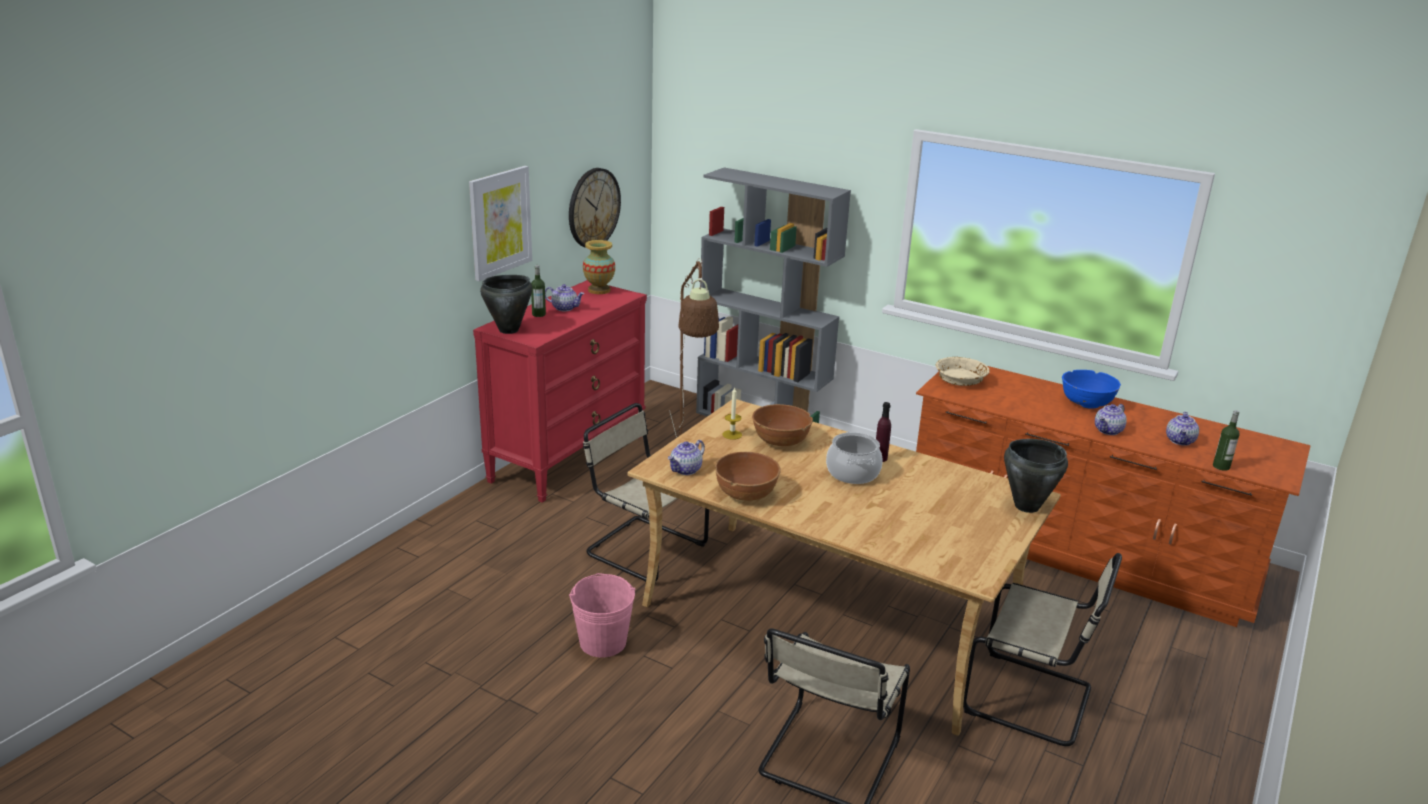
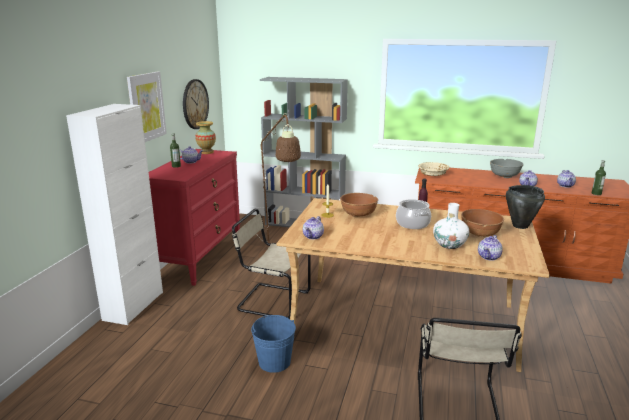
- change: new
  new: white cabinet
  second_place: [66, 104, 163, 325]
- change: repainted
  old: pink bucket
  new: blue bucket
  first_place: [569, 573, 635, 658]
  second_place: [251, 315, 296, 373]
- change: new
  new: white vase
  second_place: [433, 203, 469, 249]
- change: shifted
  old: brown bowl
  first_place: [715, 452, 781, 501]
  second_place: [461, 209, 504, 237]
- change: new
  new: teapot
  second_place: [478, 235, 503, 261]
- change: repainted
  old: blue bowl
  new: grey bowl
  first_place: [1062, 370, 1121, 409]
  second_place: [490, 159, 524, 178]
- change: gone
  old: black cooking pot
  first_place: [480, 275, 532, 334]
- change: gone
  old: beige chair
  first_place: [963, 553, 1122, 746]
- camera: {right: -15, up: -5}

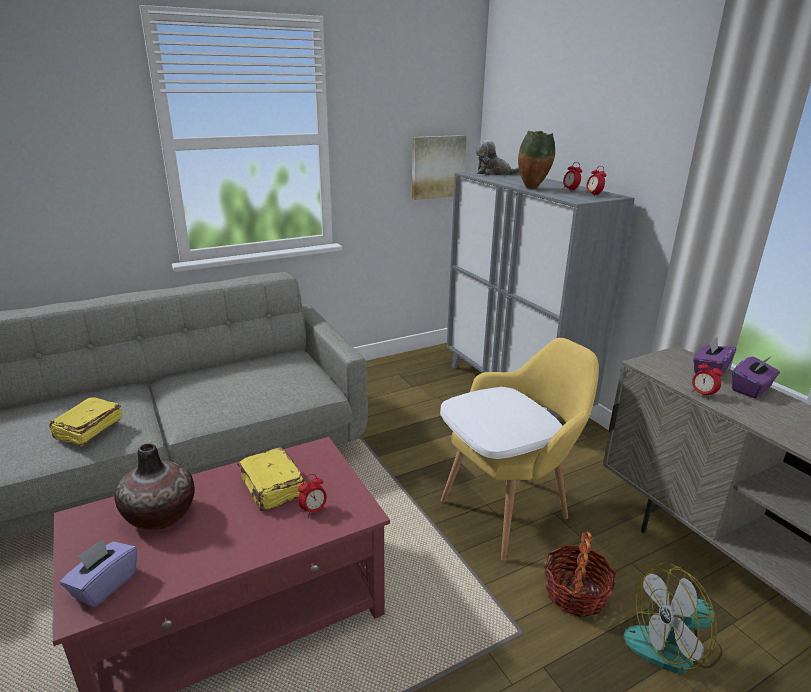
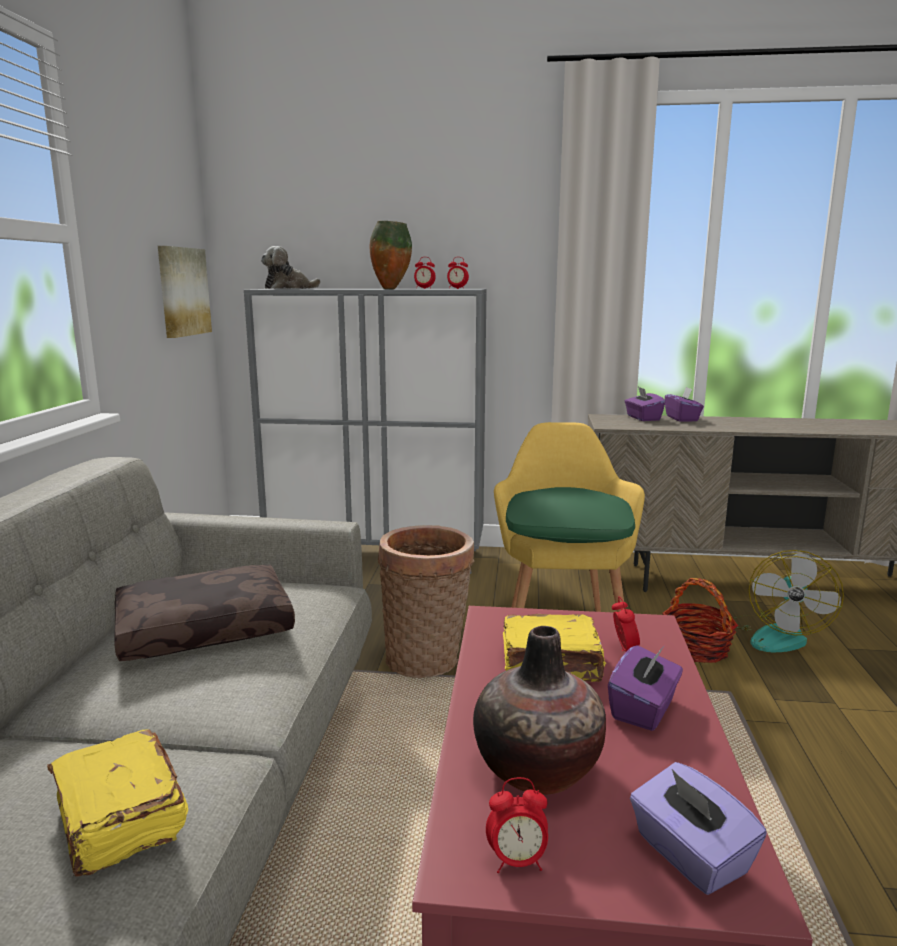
- change: new
  new: brown pillow
  second_place: [114, 565, 295, 661]
- change: new
  new: basket
  second_place: [378, 525, 474, 678]
- change: shifted
  old: alarm clock
  first_place: [691, 360, 723, 400]
  second_place: [486, 777, 548, 873]
- change: repainted
  old: white pillow
  new: green pillow
  first_place: [440, 387, 562, 459]
  second_place: [506, 487, 635, 543]
- change: new
  new: purple tissue box
  second_place: [608, 645, 683, 731]
- camera: {right: -55, up: -10}

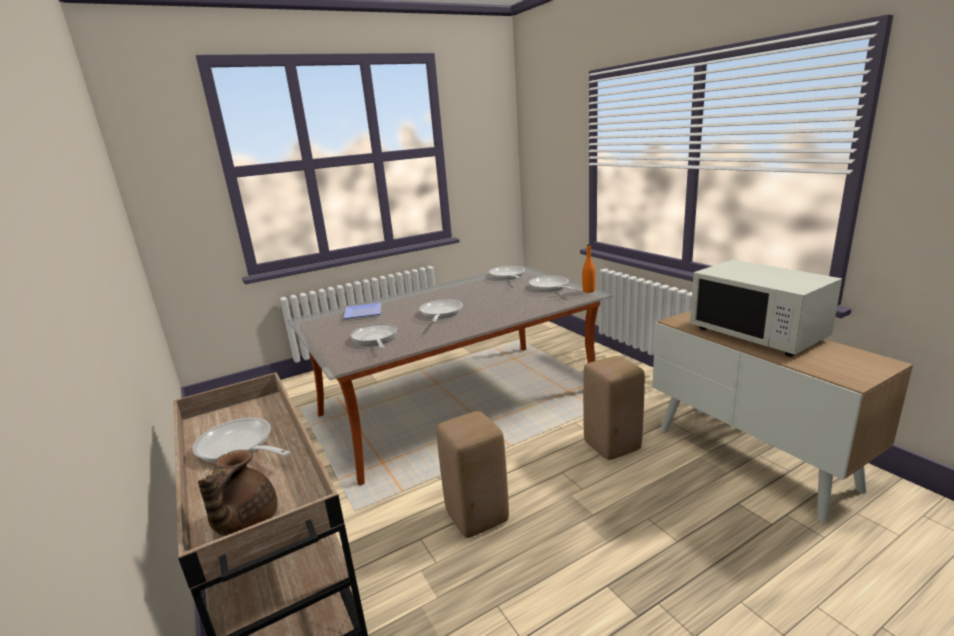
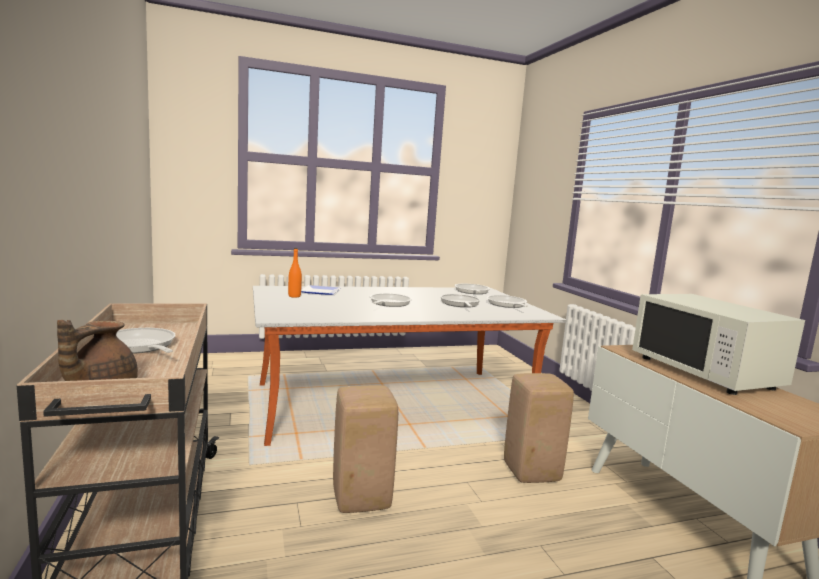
- change: shifted
  old: orange bottle
  first_place: [582, 244, 595, 293]
  second_place: [288, 248, 302, 298]
- change: shifted
  old: frying pan
  first_place: [351, 323, 397, 349]
  second_place: [441, 294, 480, 307]
- camera: {right: 10, up: -10}

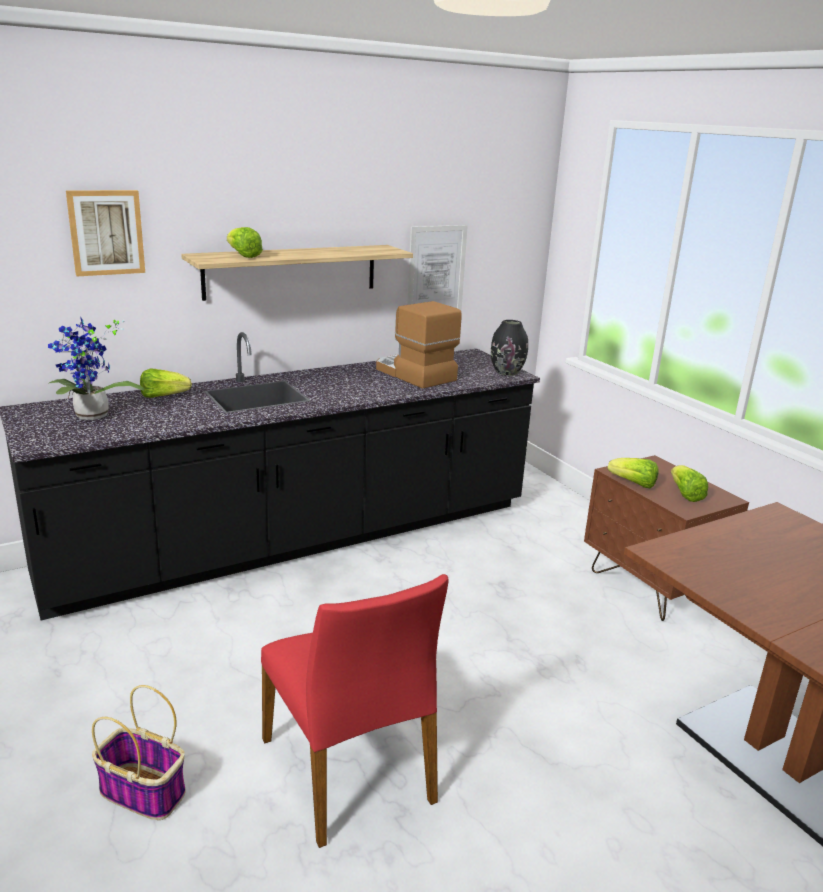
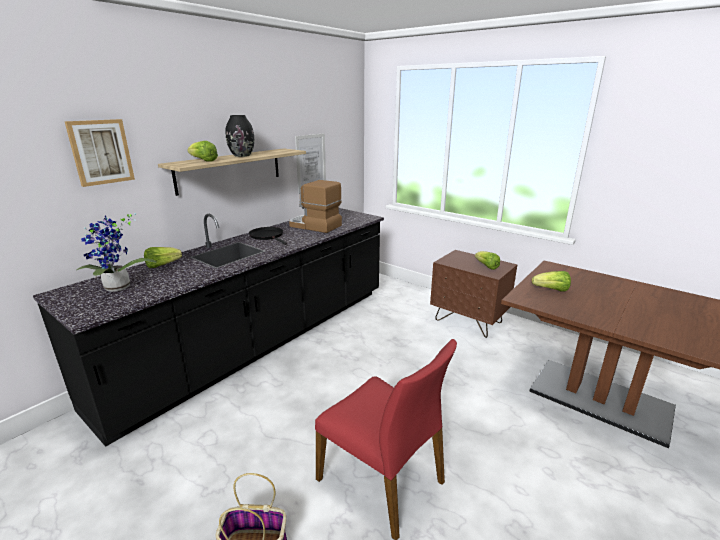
- change: shifted
  old: black vase
  first_place: [491, 320, 528, 376]
  second_place: [226, 115, 254, 157]
- change: new
  new: black frying pan
  second_place: [249, 227, 287, 245]
- change: shifted
  old: lettuce
  first_place: [608, 458, 659, 488]
  second_place: [532, 271, 571, 291]
- camera: {right: -20, up: 0}

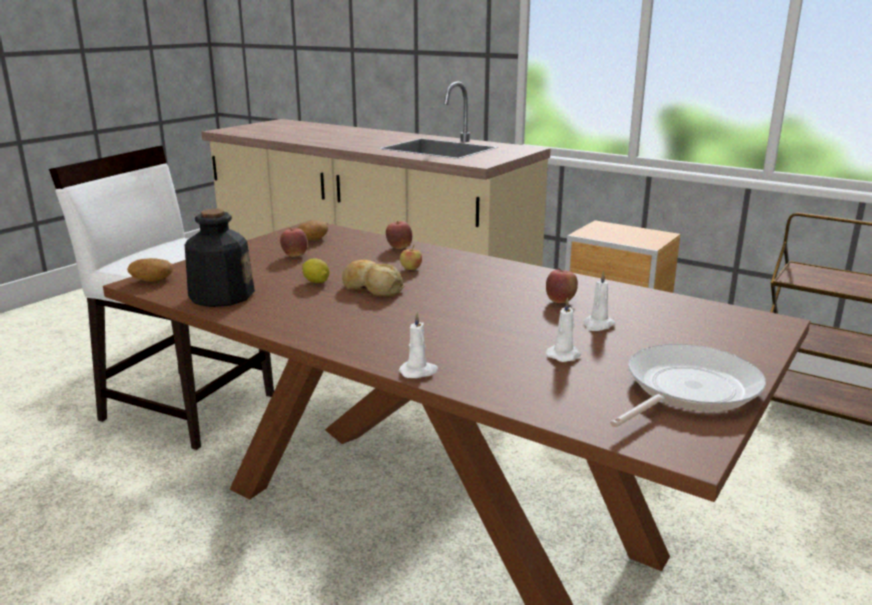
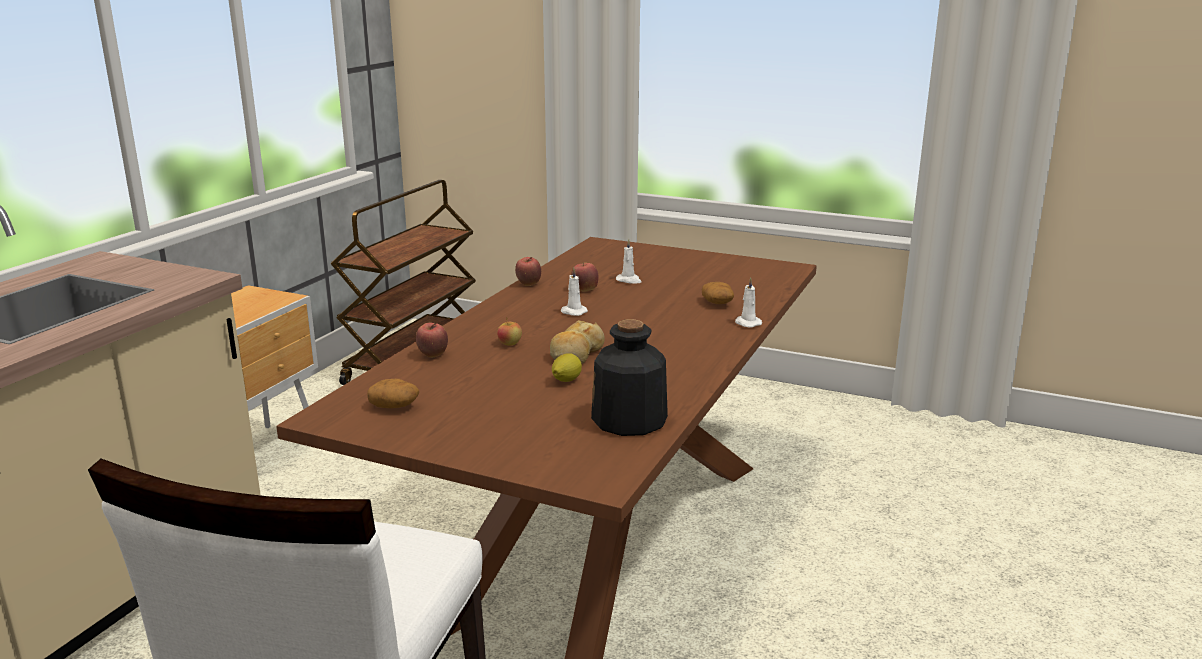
- change: shifted
  old: apple
  first_place: [280, 228, 308, 257]
  second_place: [515, 257, 541, 286]
- change: shifted
  old: white candle
  first_place: [546, 297, 581, 362]
  second_place: [561, 267, 588, 316]
- change: shifted
  old: potato
  first_place: [127, 258, 174, 282]
  second_place: [702, 282, 734, 304]
- change: gone
  old: frying pan
  first_place: [610, 344, 766, 427]
- camera: {right: -100, up: 0}

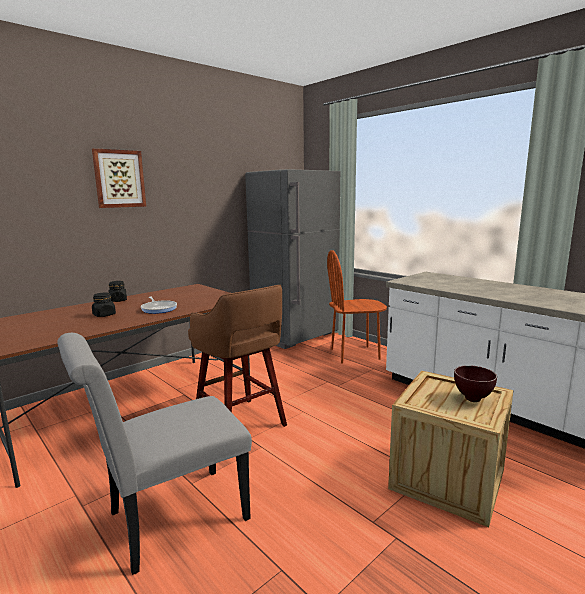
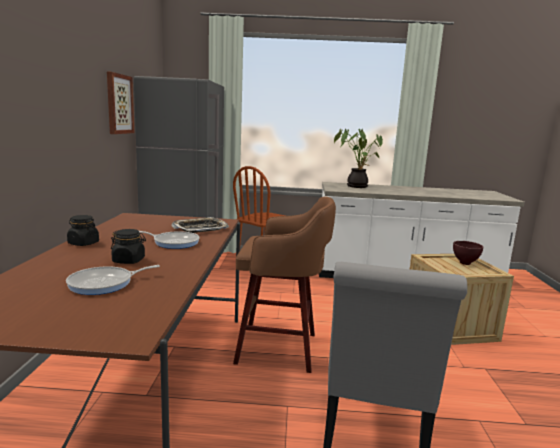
- change: new
  new: frying pan
  second_place: [66, 265, 160, 295]
- change: shifted
  old: picture
  first_place: [92, 148, 146, 208]
  second_place: [107, 72, 134, 134]
- change: new
  new: tray
  second_place: [171, 217, 229, 233]
- change: new
  new: potted plant
  second_place: [334, 129, 383, 188]
- camera: {right: -45, up: 0}

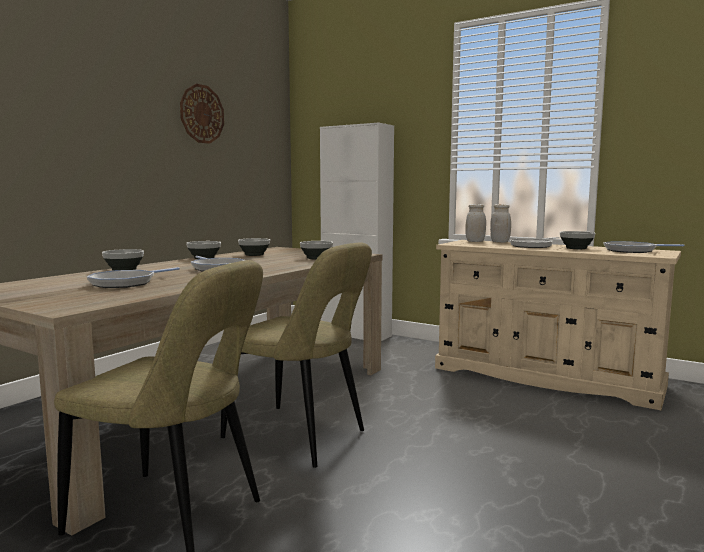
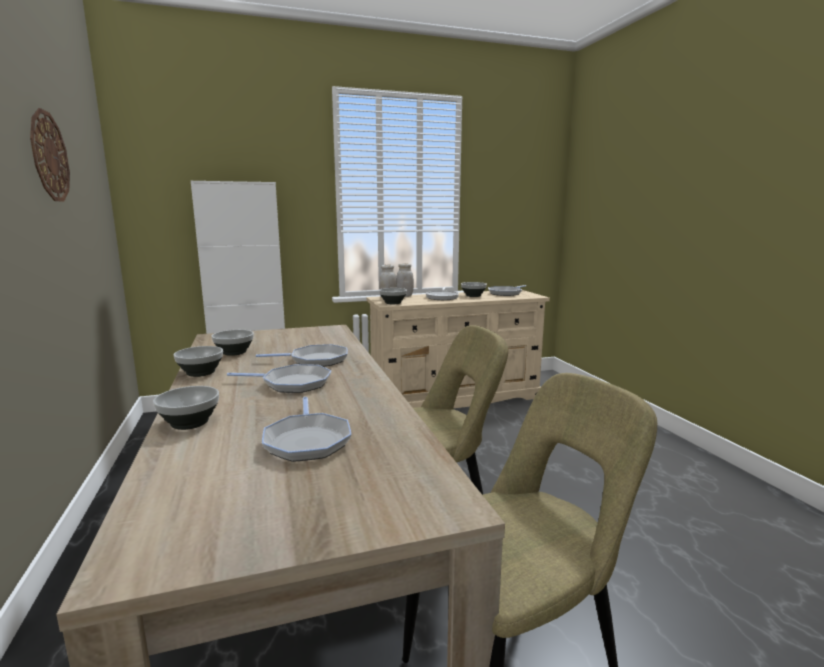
- change: new
  new: frying pan
  second_place: [256, 344, 348, 367]
- change: shifted
  old: bowl
  first_place: [300, 241, 333, 259]
  second_place: [379, 288, 407, 304]
- camera: {right: -50, up: 5}

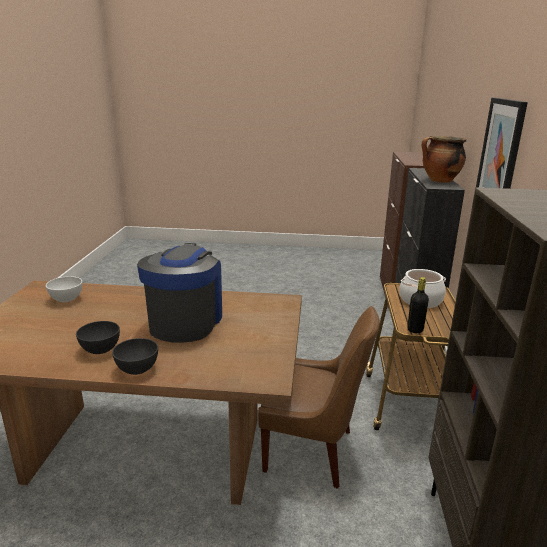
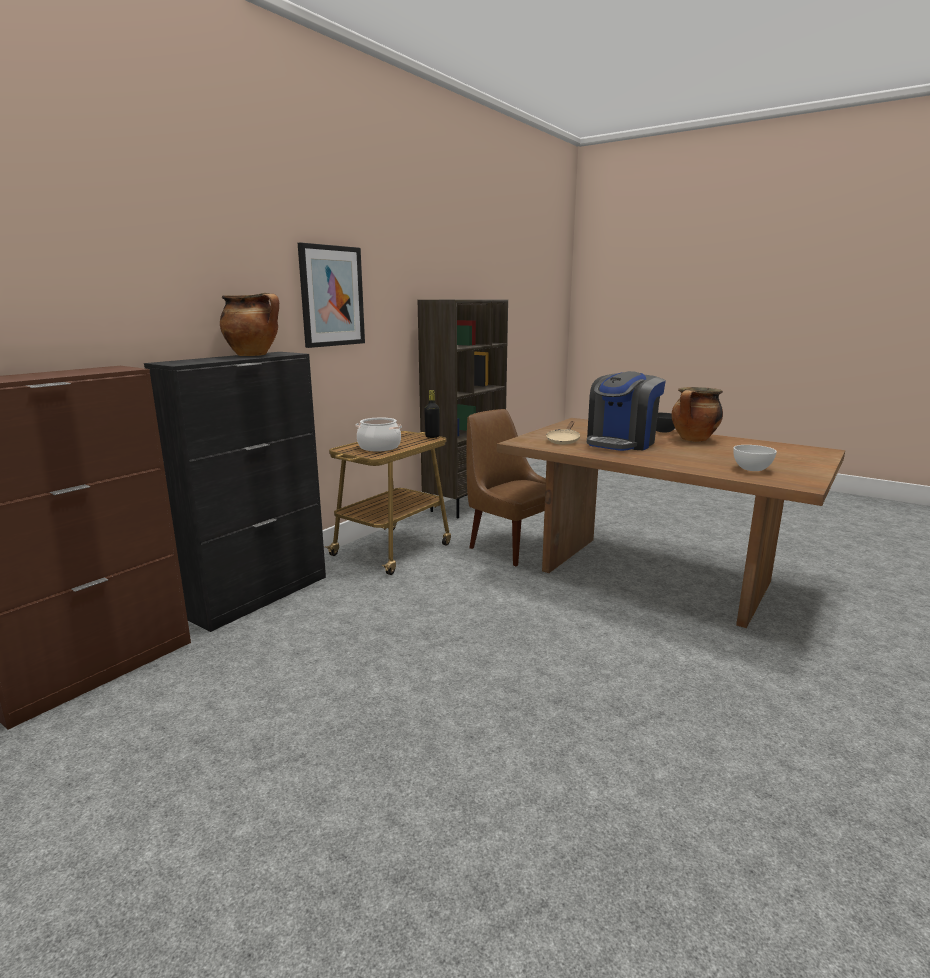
- change: new
  new: beige frying pan
  second_place: [546, 421, 580, 445]
- change: swapped
  old: grey bowl
  new: cooking pot
  first_place: [76, 321, 120, 354]
  second_place: [671, 387, 723, 442]
- camera: {right: -150, up: -5}

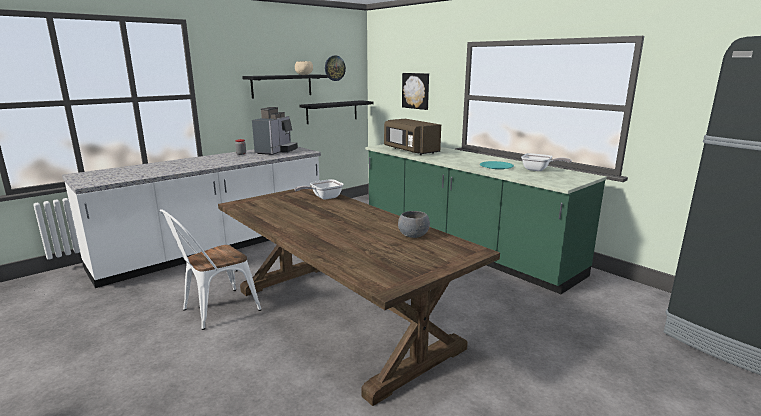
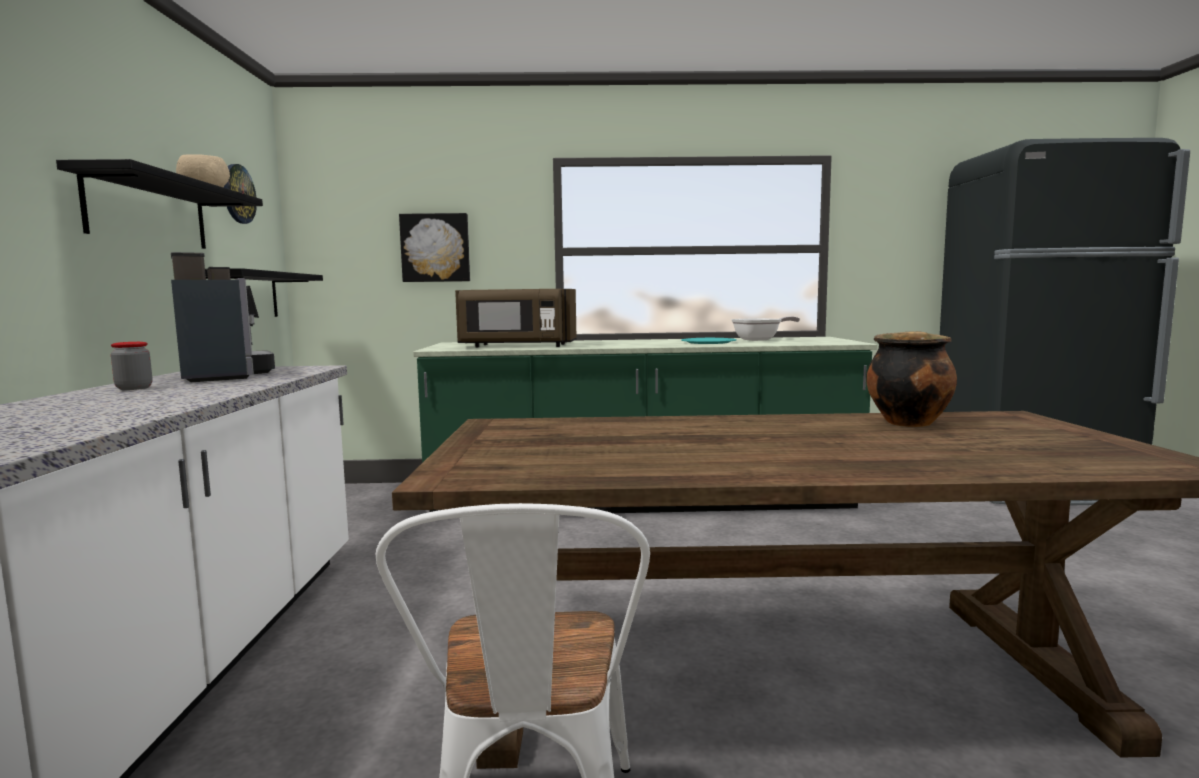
- change: swapped
  old: grey bowl
  new: cooking pot
  first_place: [398, 211, 430, 238]
  second_place: [867, 331, 957, 427]
- change: gone
  old: frying pan
  first_place: [294, 179, 344, 200]
- camera: {right: -50, up: -10}

